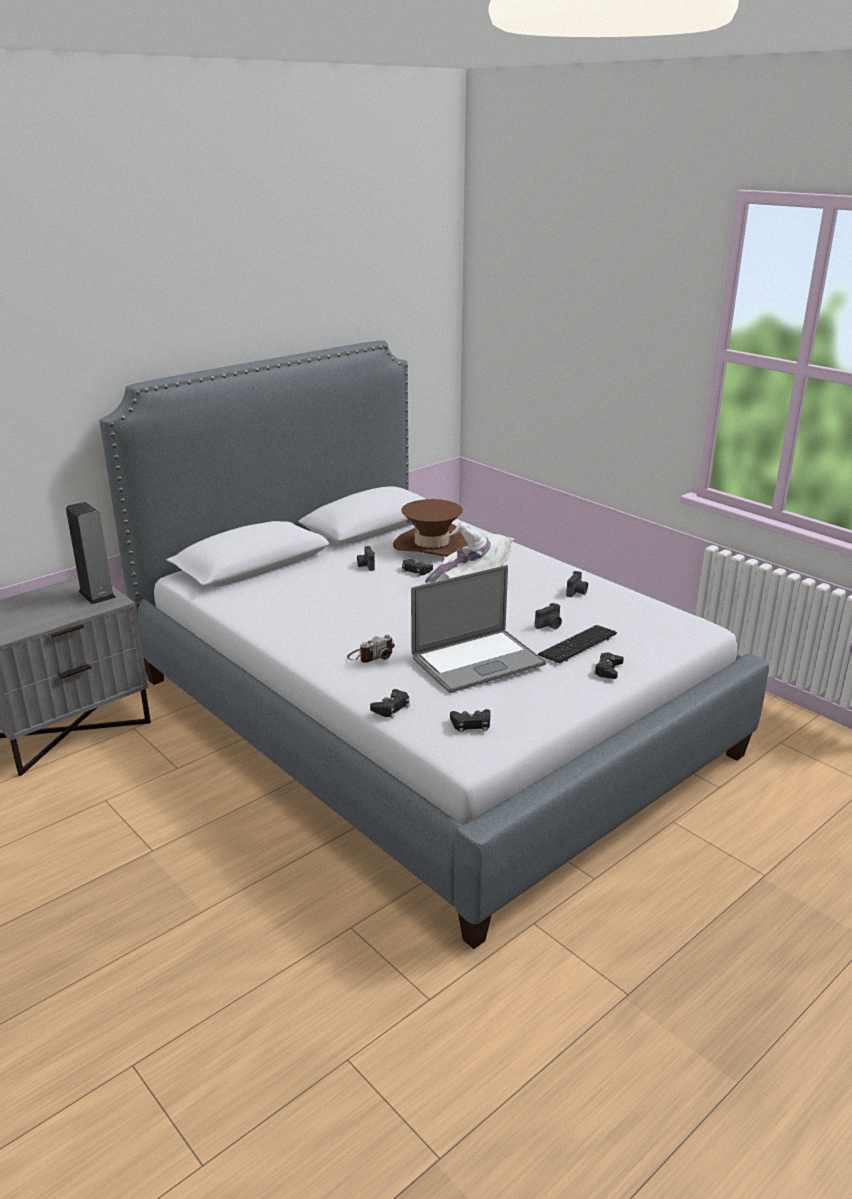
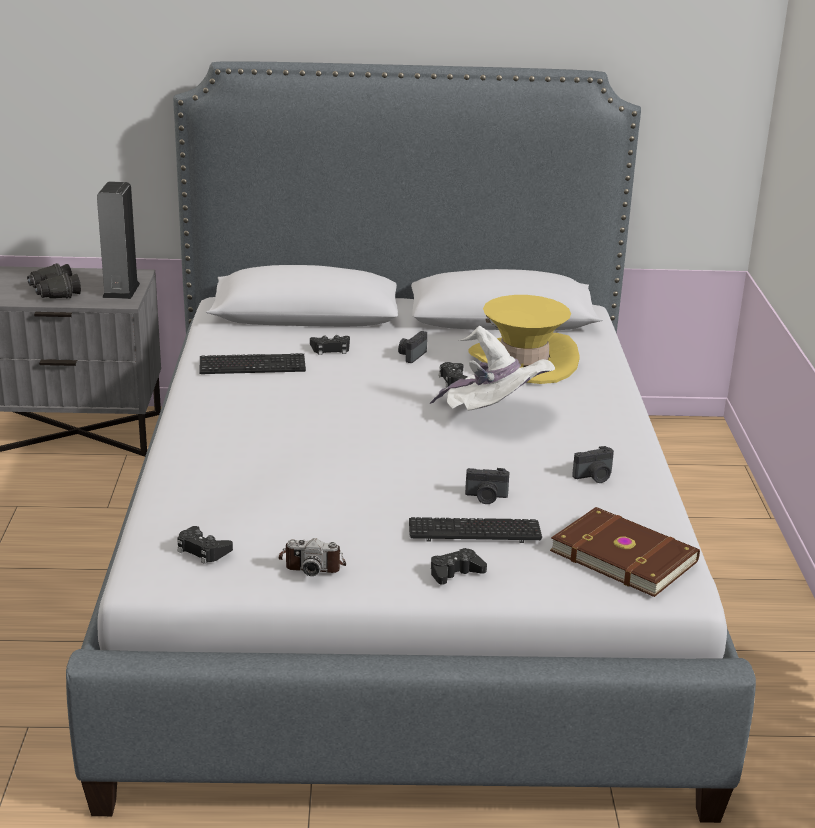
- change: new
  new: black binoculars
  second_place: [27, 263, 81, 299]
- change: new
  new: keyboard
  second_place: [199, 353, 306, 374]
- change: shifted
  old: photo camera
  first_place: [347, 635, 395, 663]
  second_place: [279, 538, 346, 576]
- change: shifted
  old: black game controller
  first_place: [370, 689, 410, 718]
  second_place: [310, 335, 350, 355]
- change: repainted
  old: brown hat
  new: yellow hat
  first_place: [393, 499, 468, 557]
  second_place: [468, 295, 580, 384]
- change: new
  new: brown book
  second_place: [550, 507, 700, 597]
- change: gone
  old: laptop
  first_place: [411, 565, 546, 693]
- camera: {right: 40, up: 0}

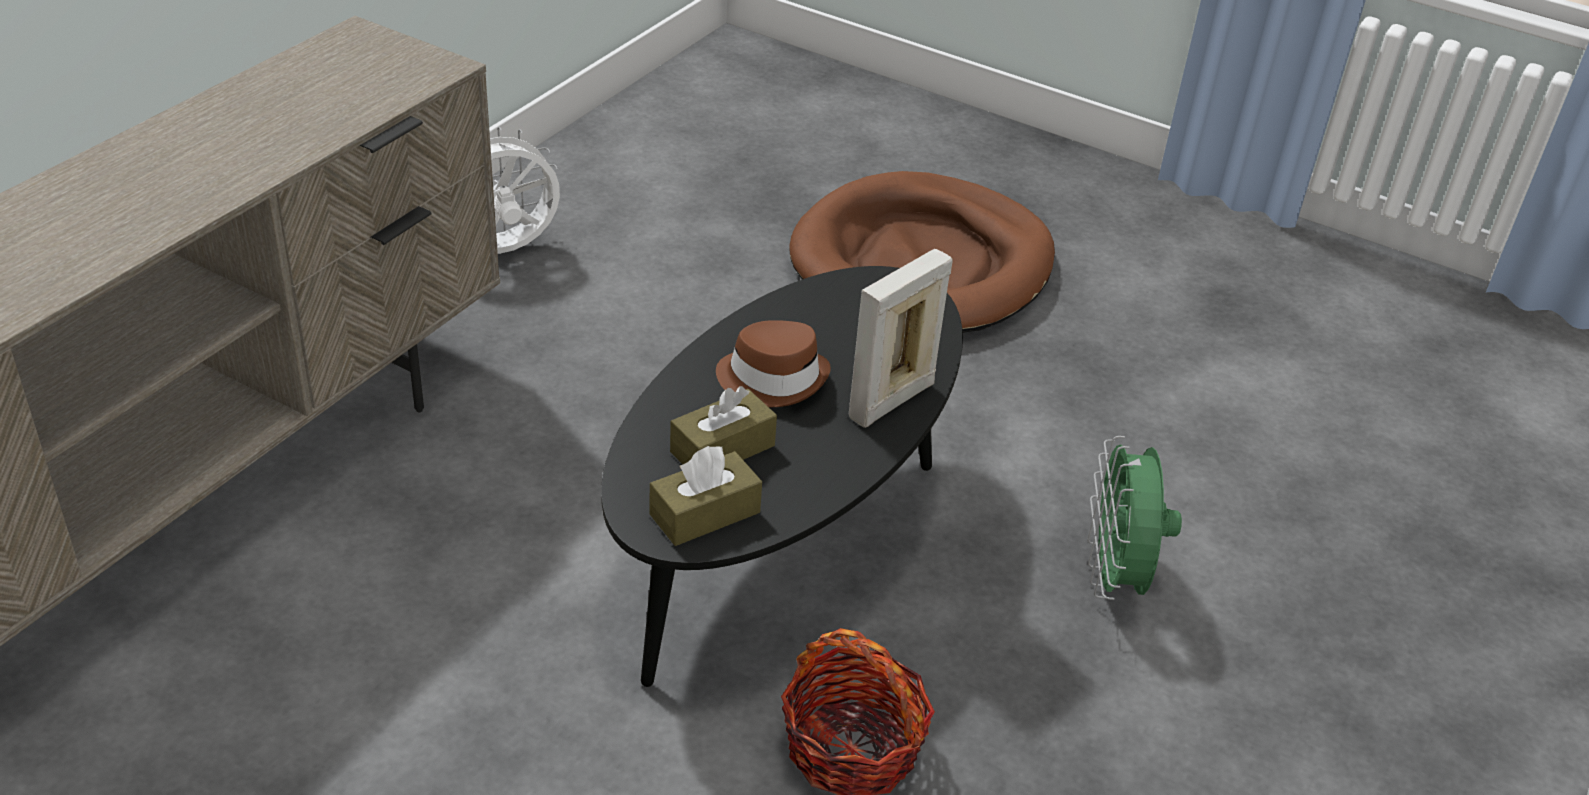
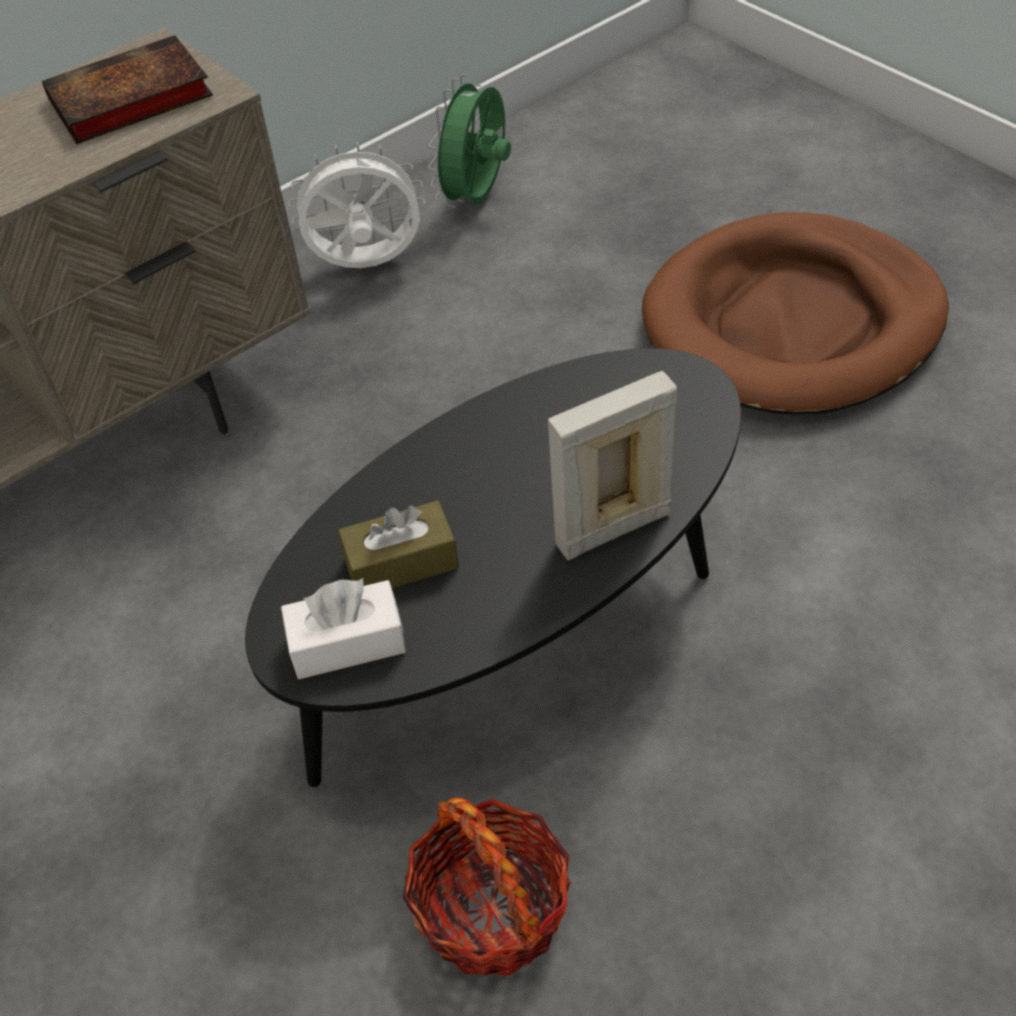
- change: new
  new: book
  second_place: [42, 35, 213, 144]
- change: repainted
  old: brown tissue box
  new: white tissue box
  first_place: [649, 446, 762, 546]
  second_place: [281, 578, 406, 679]
- change: shifted
  old: green fan
  first_place: [1087, 436, 1182, 600]
  second_place: [428, 74, 511, 208]
- change: gone
  old: brown hat
  first_place: [716, 320, 831, 407]
- camera: {right: 25, up: 10}

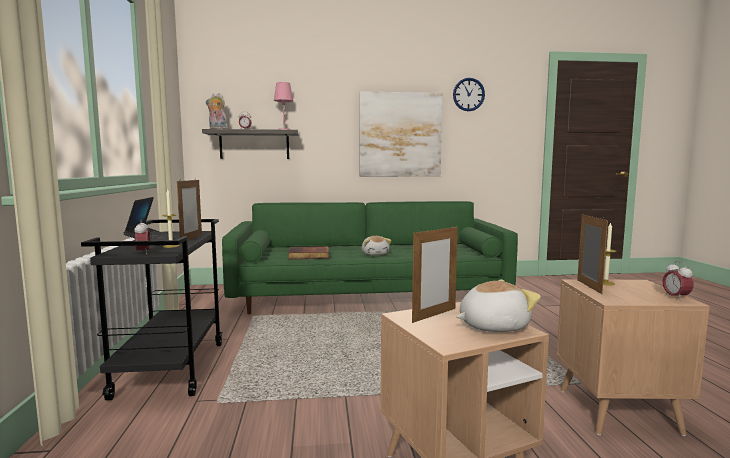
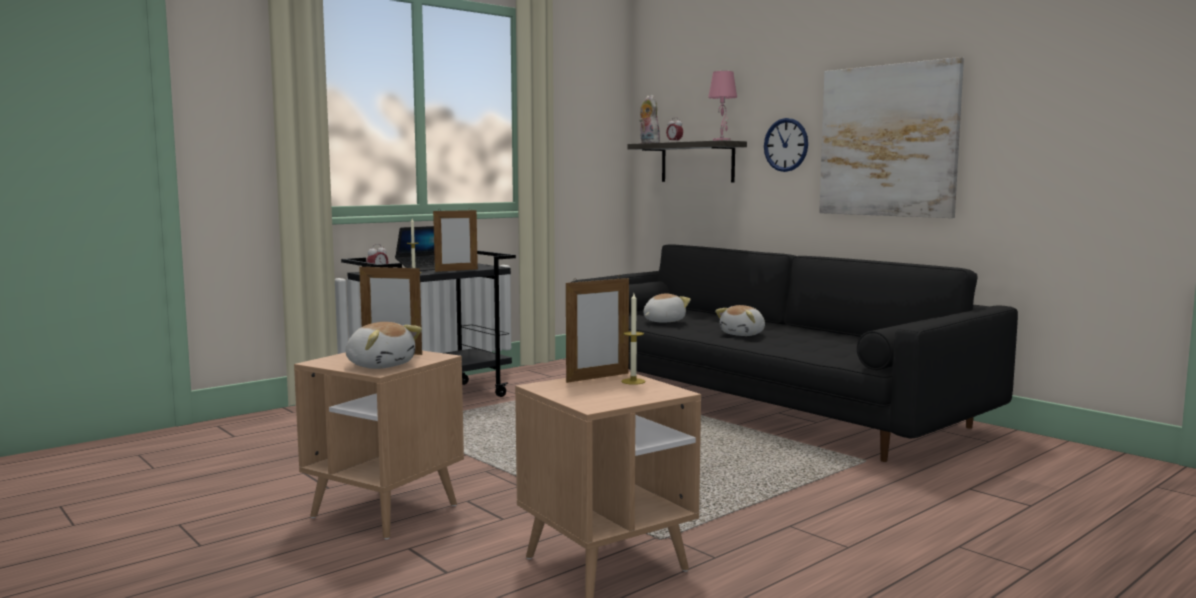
- change: repainted
  old: green sofa
  new: black sofa
  first_place: [222, 201, 518, 314]
  second_place: [572, 244, 1018, 462]
- change: swapped
  old: book
  new: plush toy
  first_place: [288, 246, 329, 259]
  second_place: [643, 293, 691, 323]
- change: shifted
  old: wall clock
  first_place: [453, 78, 485, 111]
  second_place: [764, 118, 808, 172]
- change: gone
  old: alarm clock
  first_place: [663, 261, 694, 301]
- camera: {right: 55, up: 0}

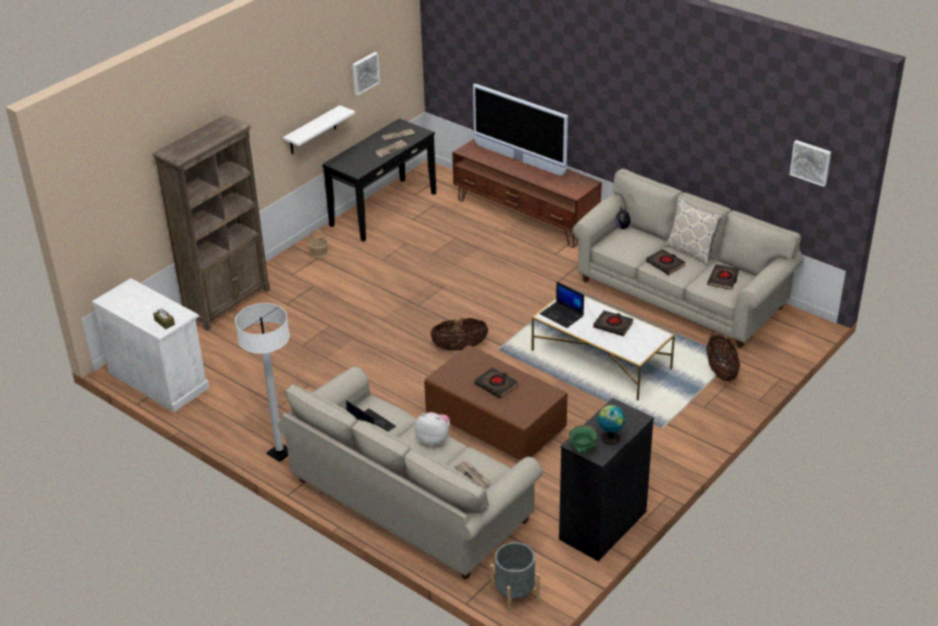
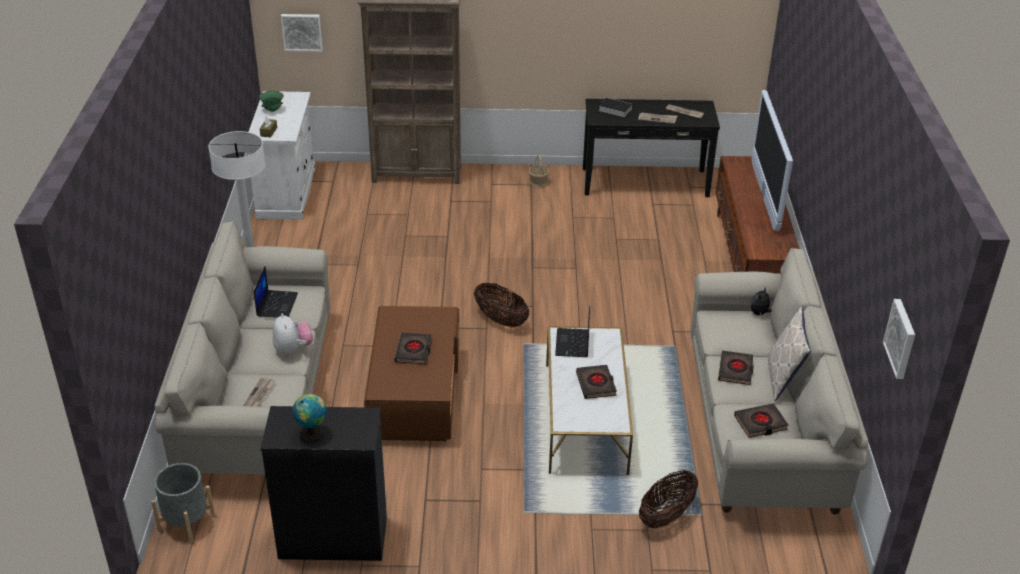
- change: shifted
  old: green bowl
  first_place: [569, 425, 597, 452]
  second_place: [259, 91, 284, 112]
- change: shifted
  old: picture
  first_place: [352, 52, 380, 96]
  second_place: [281, 14, 323, 51]
- change: new
  new: book
  second_place: [599, 98, 633, 117]
- change: gone
  old: white shelf
  first_place: [283, 105, 355, 154]
- camera: {right: 50, up: 0}

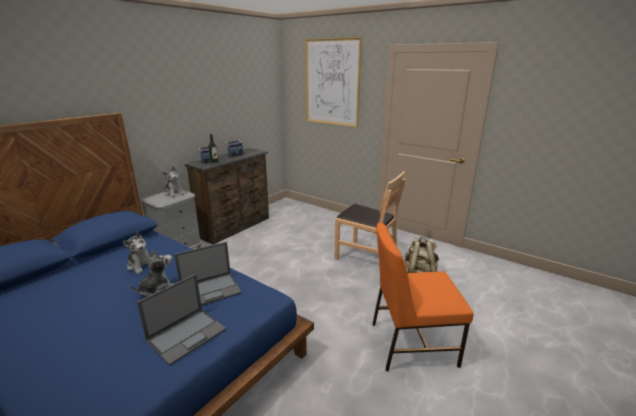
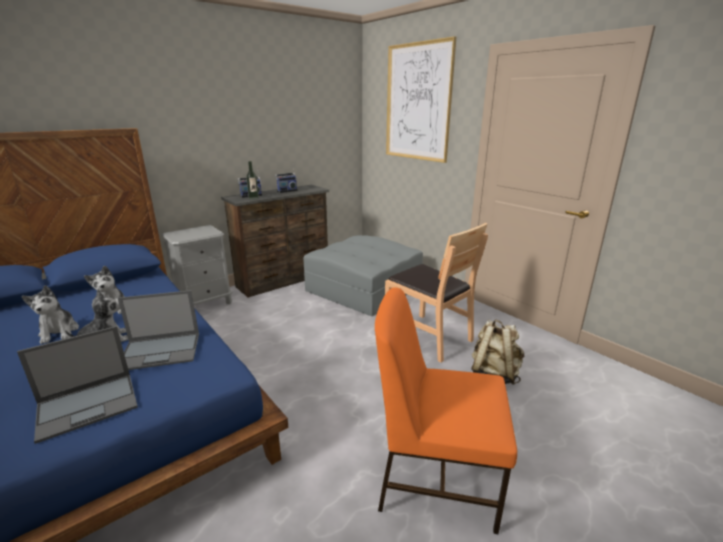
- change: shifted
  old: plush toy
  first_place: [162, 166, 185, 197]
  second_place: [22, 285, 79, 344]
- change: new
  new: grey ottoman
  second_place: [303, 235, 423, 316]
- camera: {right: 15, up: 0}

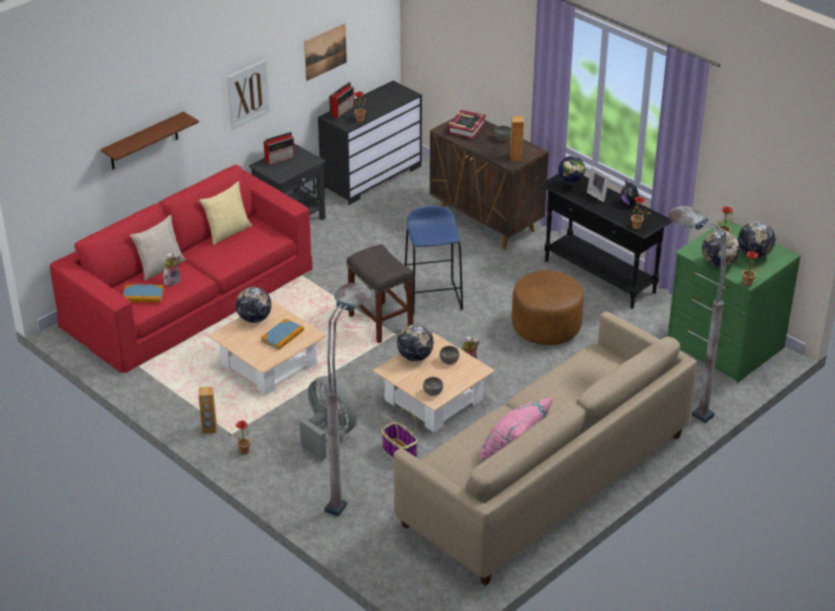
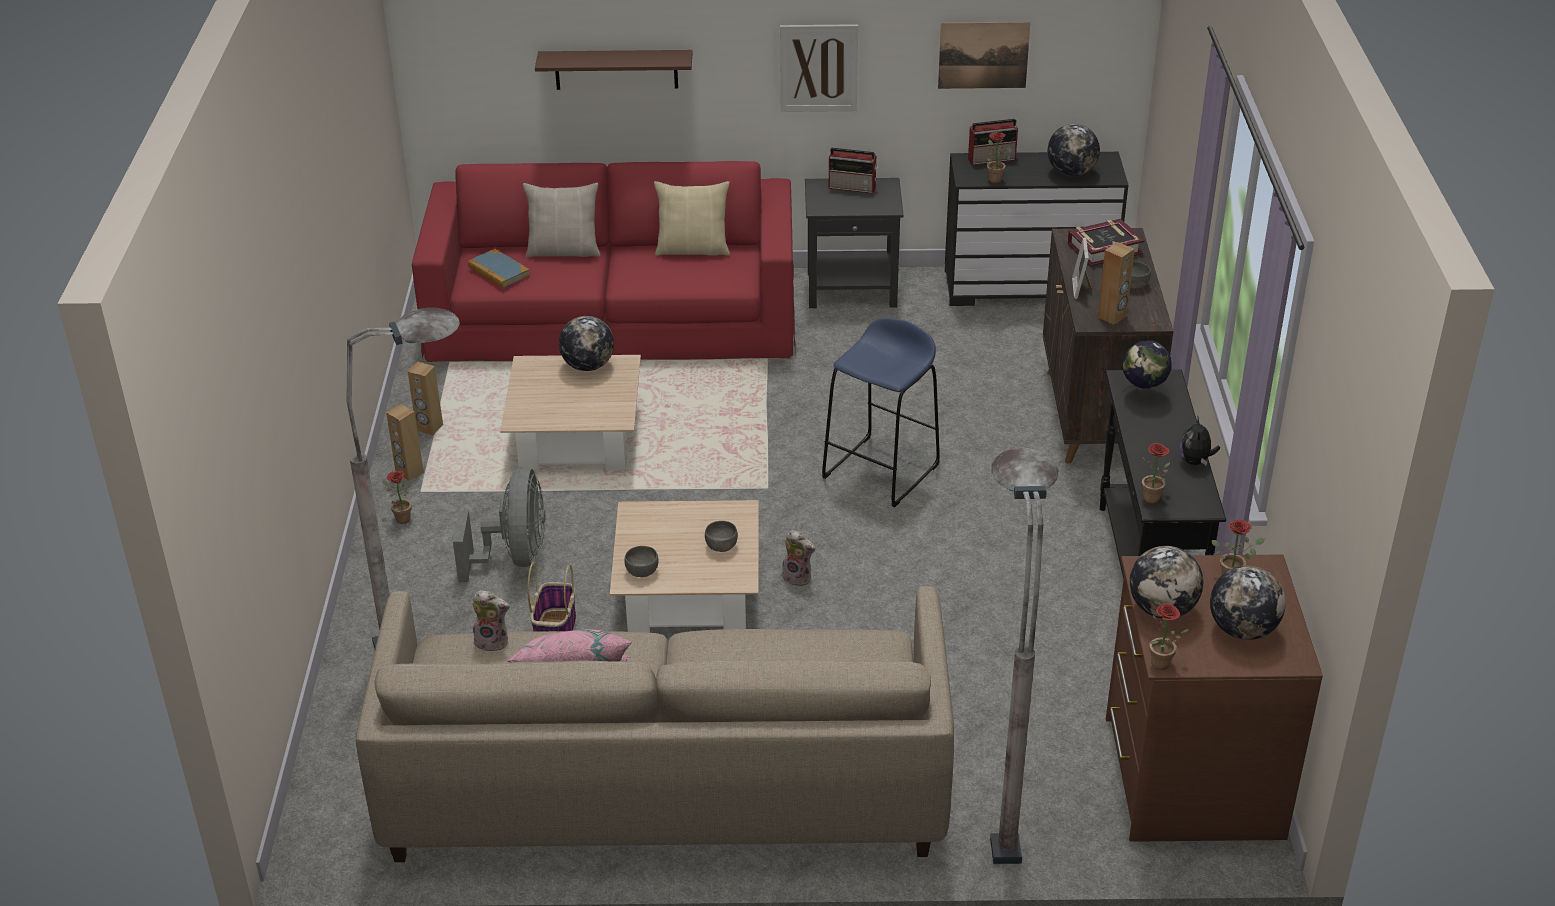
- change: new
  new: brown speaker
  second_place: [408, 362, 443, 436]
- change: shifted
  old: plush toy
  first_place: [163, 252, 181, 287]
  second_place: [472, 590, 510, 651]
- change: shifted
  old: globe
  first_place: [397, 324, 434, 361]
  second_place: [1048, 124, 1100, 176]
- change: shifted
  old: picture frame
  first_place: [587, 167, 609, 202]
  second_place: [1072, 238, 1092, 299]
- change: repainted
  old: green dresser
  new: brown dresser
  first_place: [667, 219, 801, 383]
  second_place: [1106, 554, 1323, 842]
- change: gone
  old: book
  first_place: [261, 319, 304, 350]
- change: gone
  old: grey stool
  first_place: [347, 244, 414, 343]
- change: gone
  old: brown ottoman
  first_place: [512, 271, 584, 345]
- camera: {right: 45, up: 0}

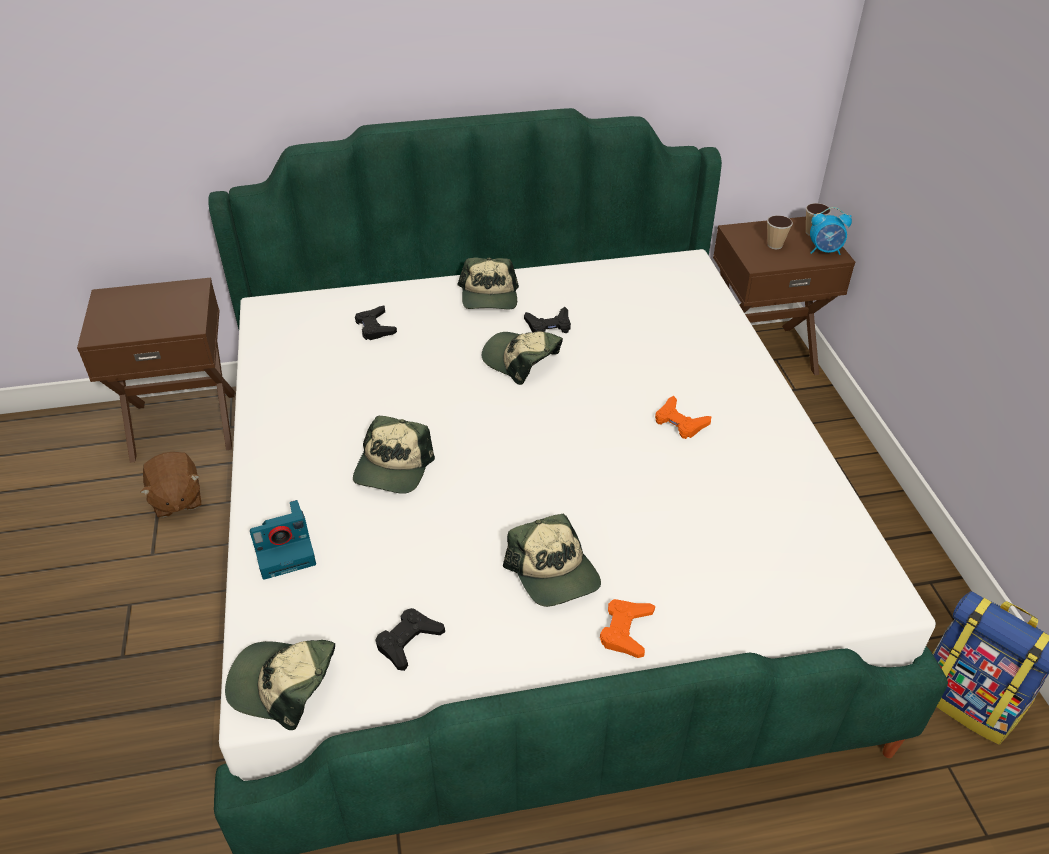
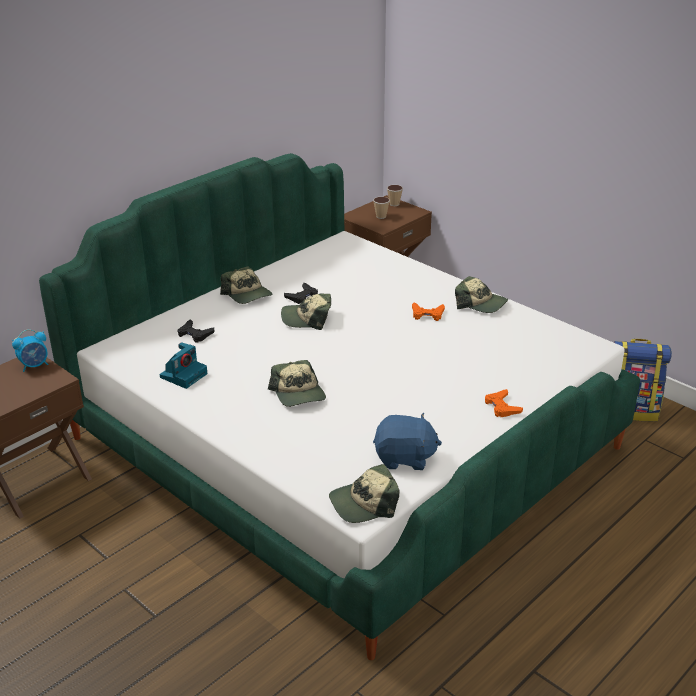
- change: shifted
  old: alarm clock
  first_place: [810, 207, 852, 255]
  second_place: [12, 329, 48, 372]
- change: shifted
  old: photo camera
  first_place: [250, 500, 316, 580]
  second_place: [160, 342, 207, 389]
- change: swapped
  old: black game controller
  new: blue plush toy
  first_place: [376, 608, 445, 671]
  second_place: [373, 413, 442, 470]
- change: shifted
  old: cap
  first_place: [503, 513, 601, 607]
  second_place: [455, 276, 508, 313]
- change: gone
  old: brown plush toy
  first_place: [140, 452, 201, 518]
- camera: {right: -35, up: -10}

